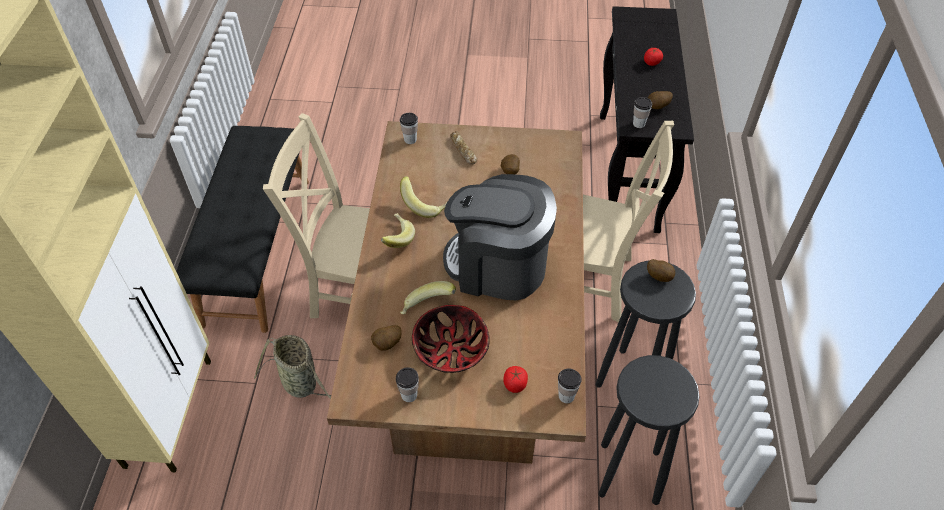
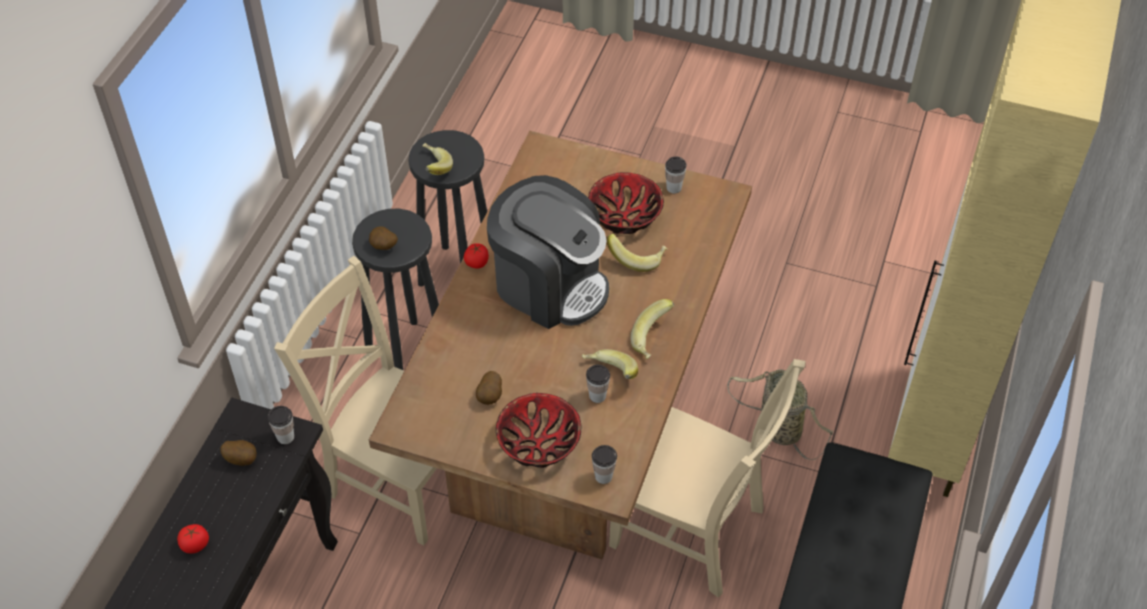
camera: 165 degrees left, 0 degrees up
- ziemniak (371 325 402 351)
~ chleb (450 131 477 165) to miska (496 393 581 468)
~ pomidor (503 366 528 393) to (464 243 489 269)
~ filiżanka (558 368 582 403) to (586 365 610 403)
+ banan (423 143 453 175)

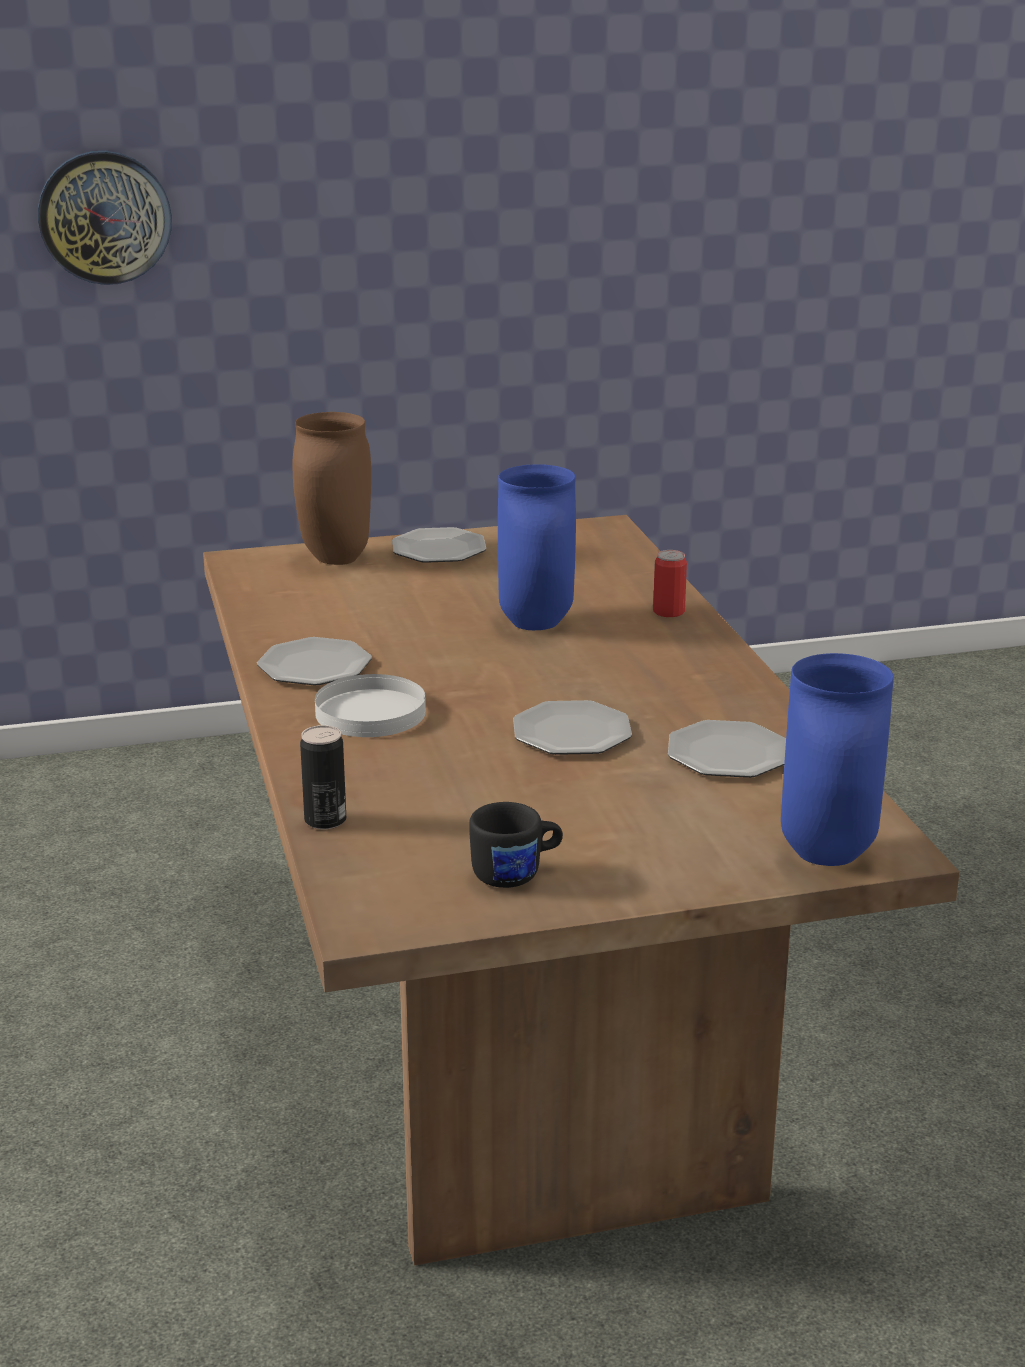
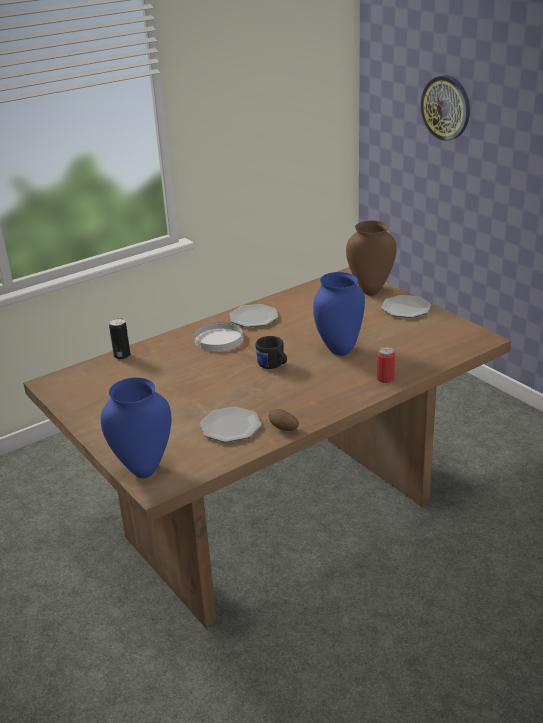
camera: 70 degrees right, 5 degrees up
~ kubek (czarny) (469 802 563 888) to (255 336 287 369)
- talerz (513 700 632 755)
+ ziemniak (268 409 299 431)

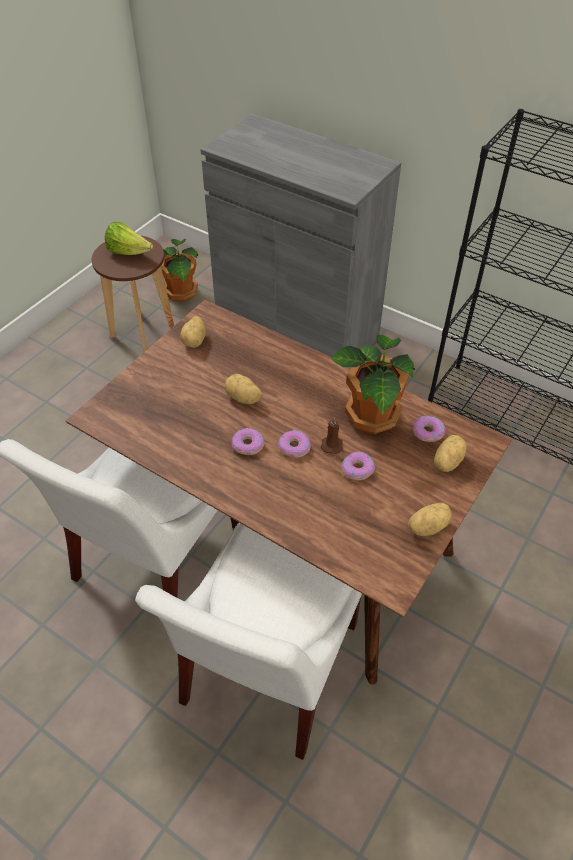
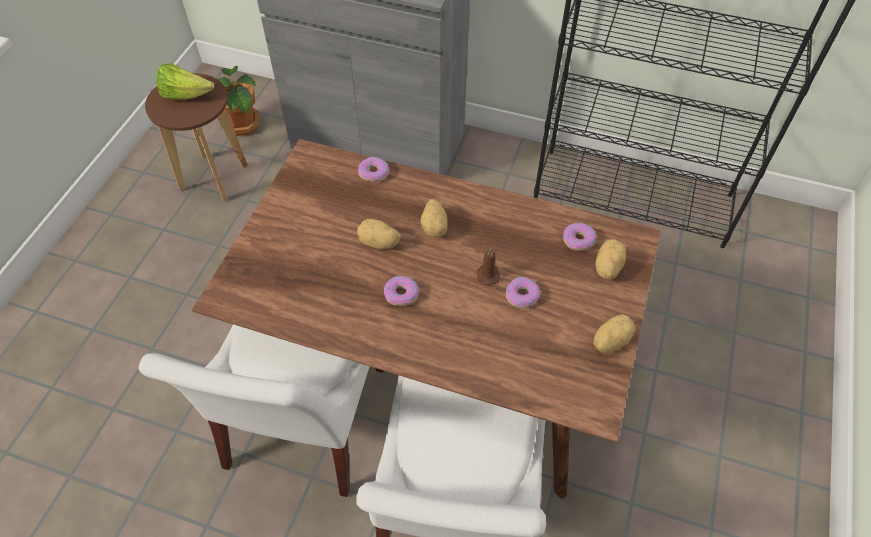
camera: 15 degrees left, 5 degrees up
~ ziemniak (180 316 206 348) to (420 199 447 237)
~ donut (278 430 311 458) to (358 157 389 182)
- roślina doniczkowa (330 335 415 434)

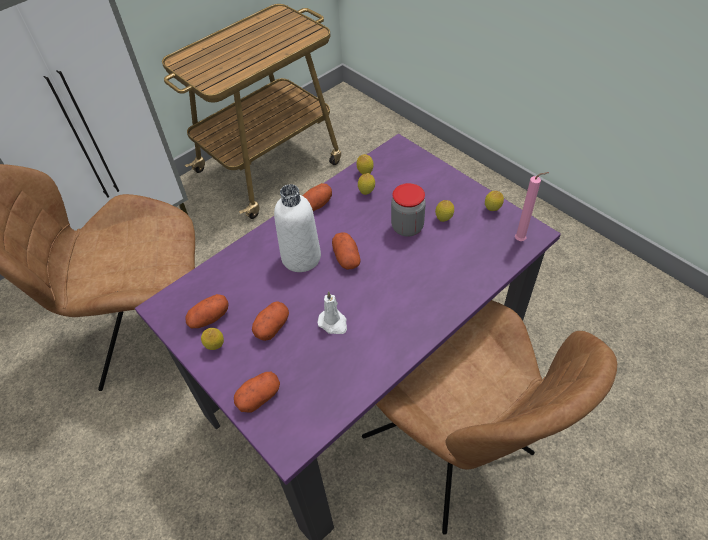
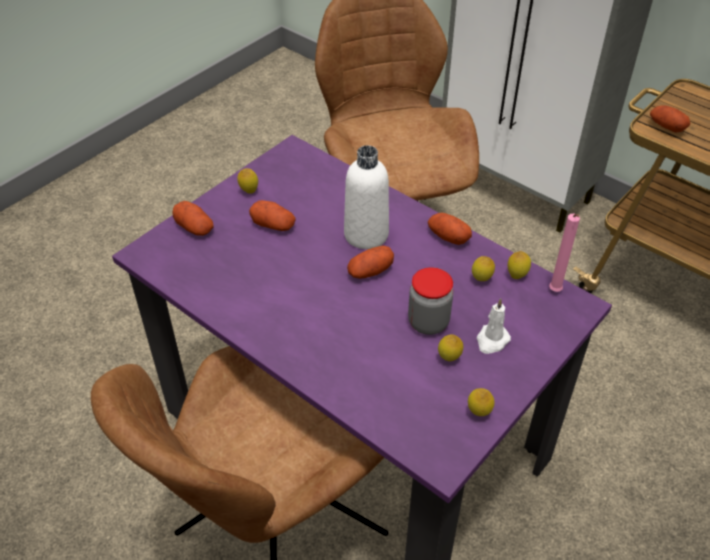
camera: 80 degrees right, 5 degrees down
~ ziemniak (185 294 229 328) to (650 105 690 132)
~ świeca (biały) (317 291 347 334) to (477 298 511 354)
~ świeca (różowy) (515 172 549 241) to (549 213 580 292)

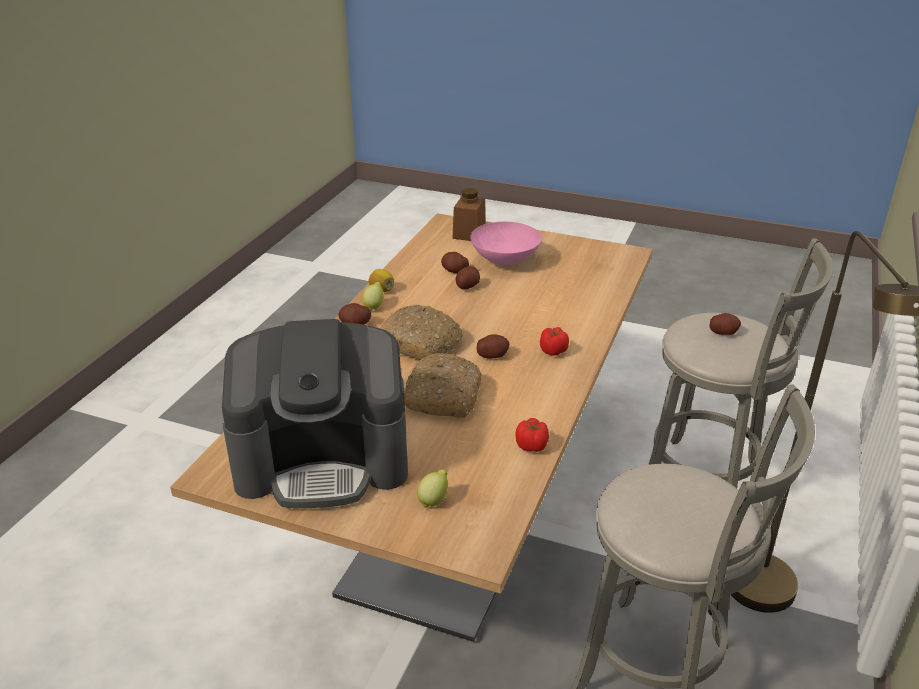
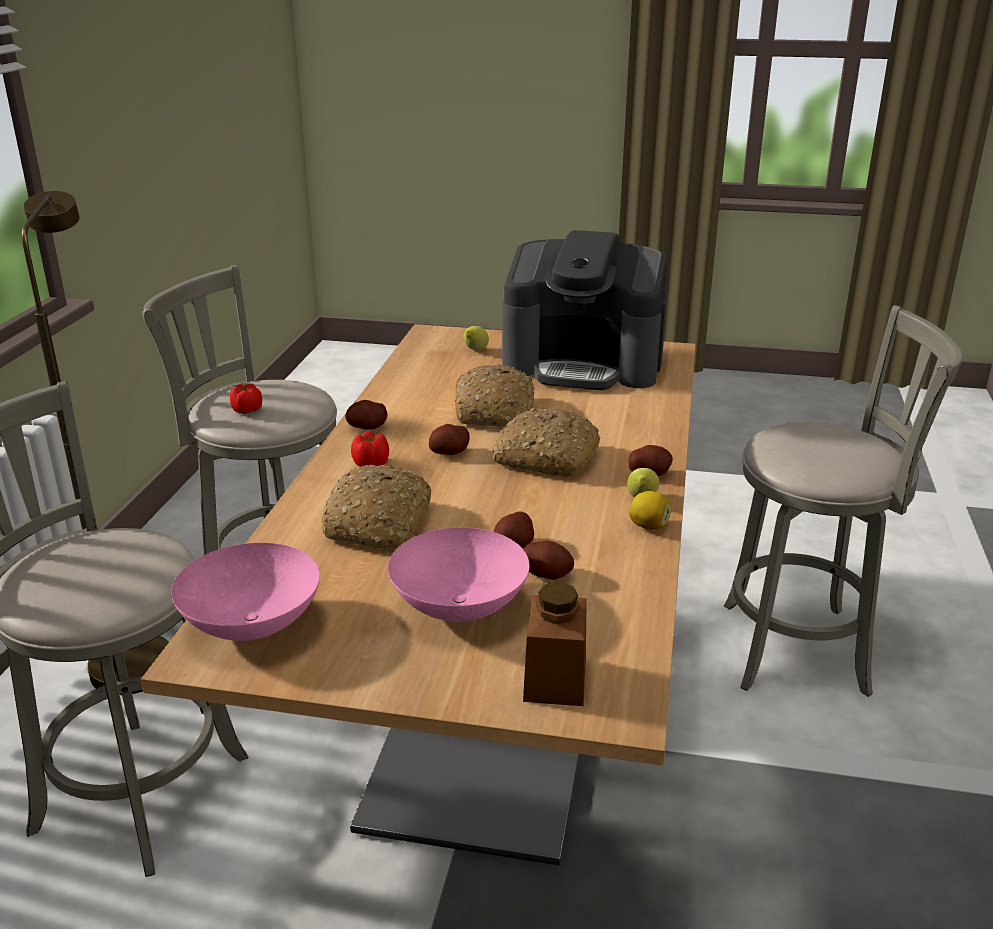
camera: 170 degrees right, 5 degrees down
~ ekspres do kawy (222 319 408 508) = (502 230 668 390) 150 degrees counterclockwise
~ pomidor (515 418 549 452) to (230 383 262 414)
~ ziemniak (710 313 741 335) to (345 400 387 430)
+ miska (różowy) (171 543 320 641)
+ chleb (322 465 431 549)
+ stołek (szary) (724 305 963 697)

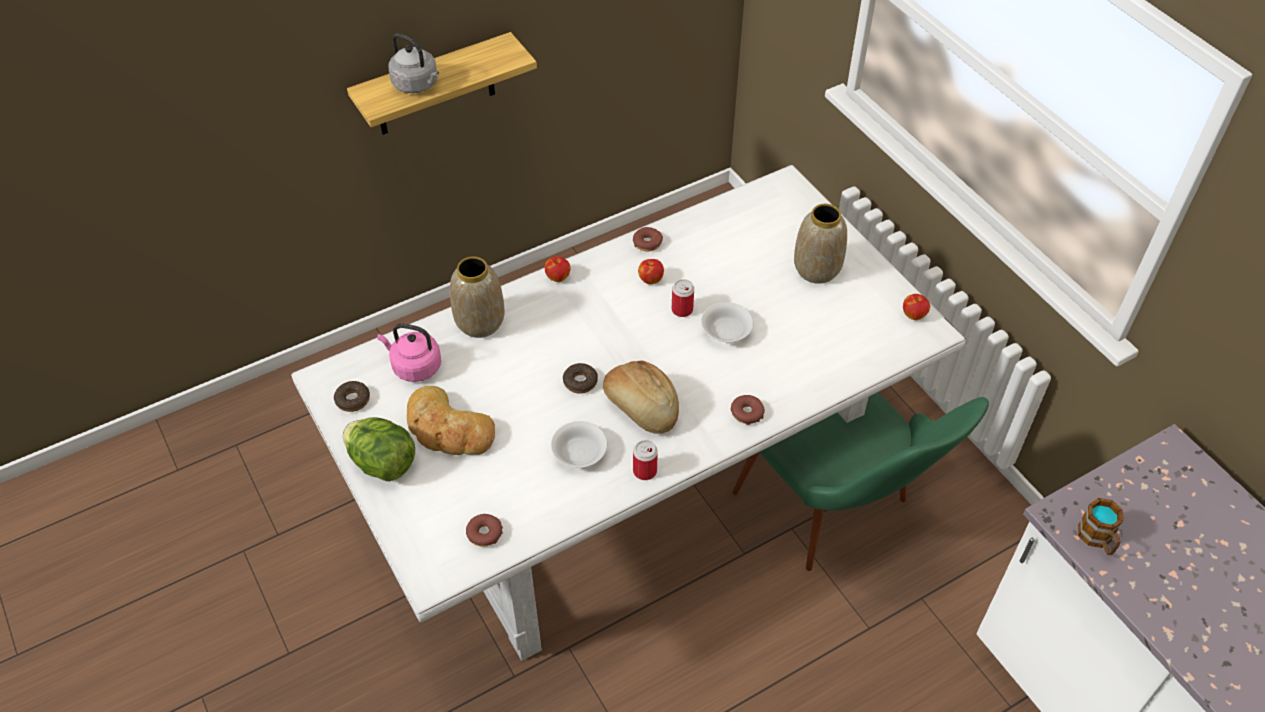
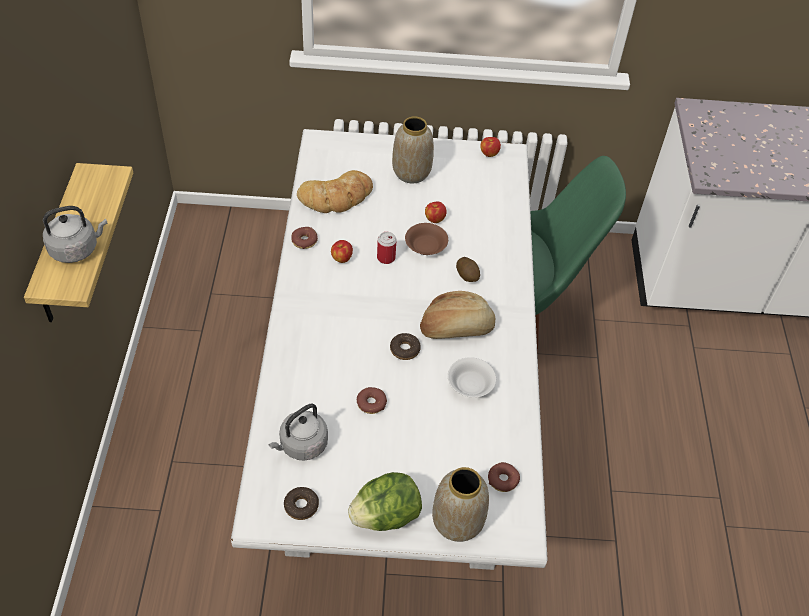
camera: 60 degrees left, 0 degrees up
~ czajnik (różowy) (377 323 441 382) to czajnik (szary) (268 403 328 461)
~ chleb (407 386 495 455) to (297 170 373 213)
~ wazon (450 256 504 338) to (432 467 489 542)
~ jabłko (545 256 571 282) to (425 202 446 223)
- puszka (633 440 658 480)
~ miska (biały) (701 302 753 342) to miska (brązowy) (405 223 448 255)
~ donut (731 395 765 425) to (357 387 387 414)
- kubek (1078 498 1123 555)
+ ziemniak (456 257 480 282)

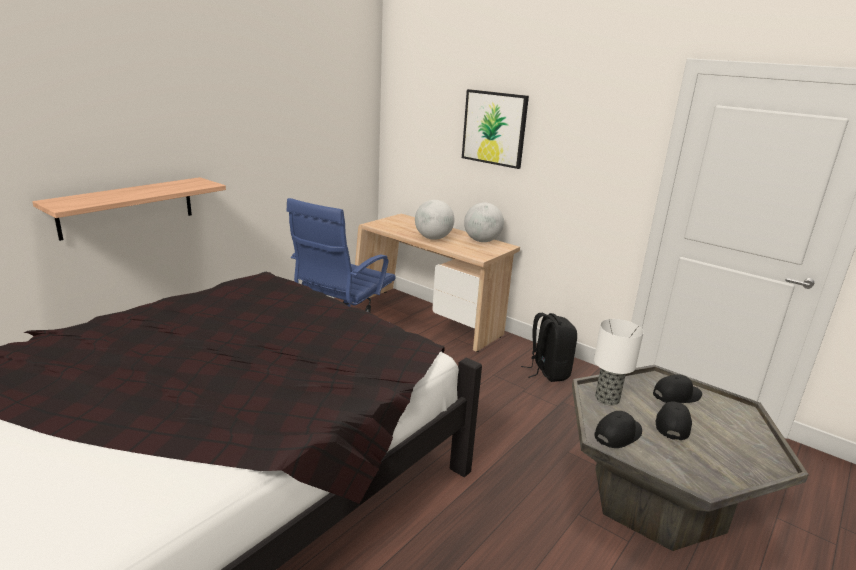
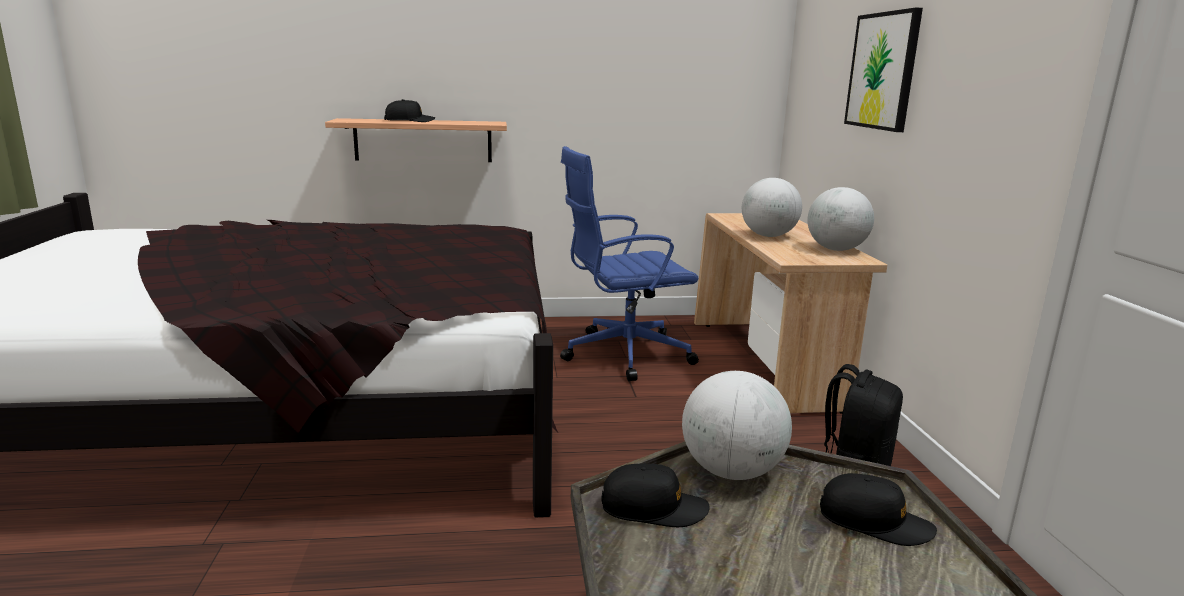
camera: 45 degrees right, 5 degrees down
~ lampa stołowa (594 319 644 406) to globus (682 371 792 480)
~ czapka z daszkiem (czarny) (656 401 692 440) to (384 99 435 122)

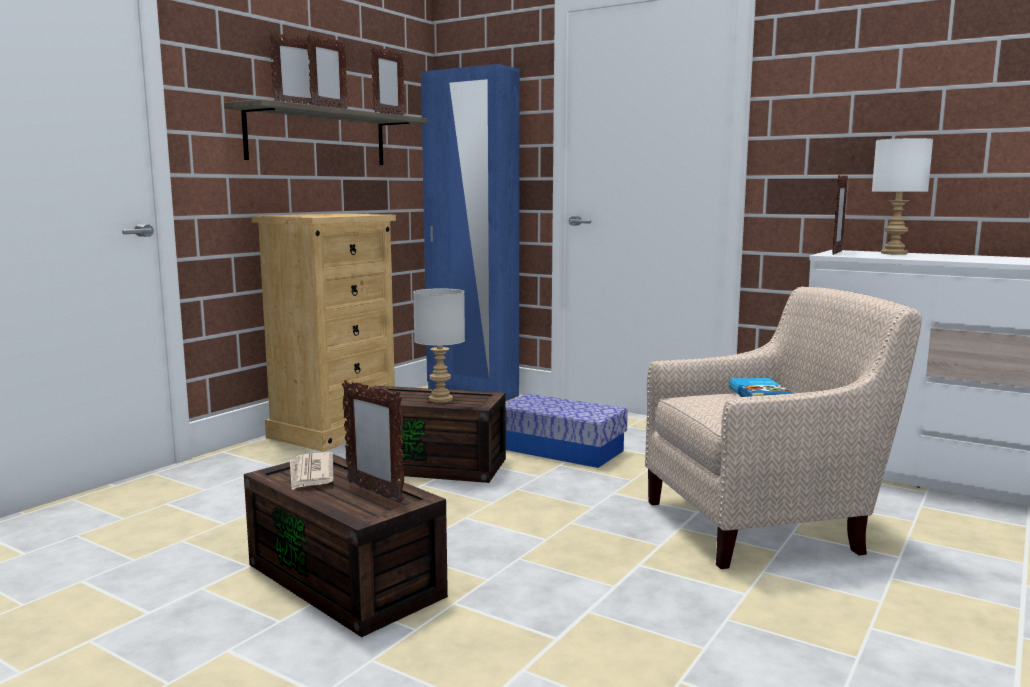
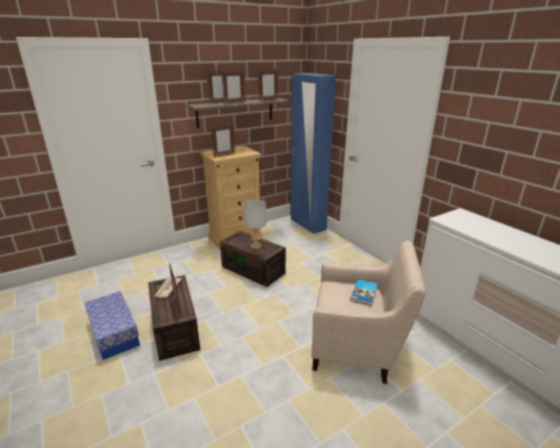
camera: 25 degrees right, 15 degrees up
~ pojemnik do przechowywania (506 394 628 468) to (85 291 140 360)
~ ramka na zdjęcie (832 175 848 255) to (211 123 235 157)
- lampa stołowa (biały) (872 138 933 255)

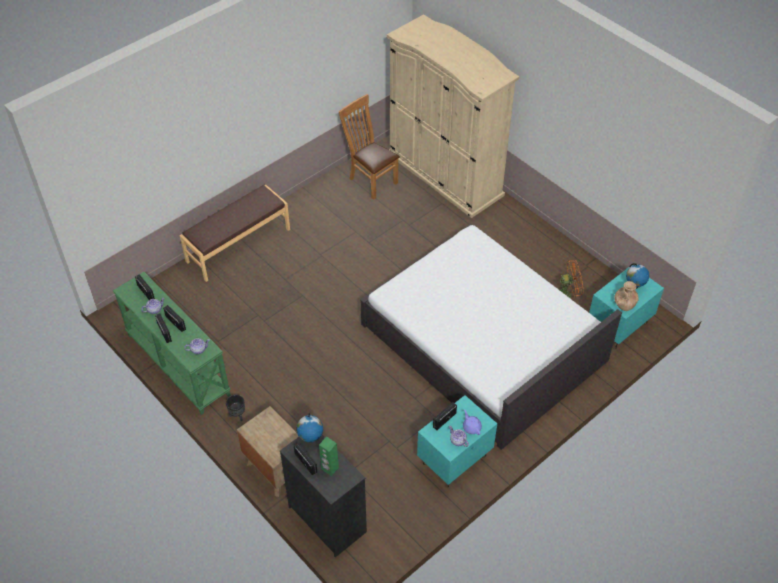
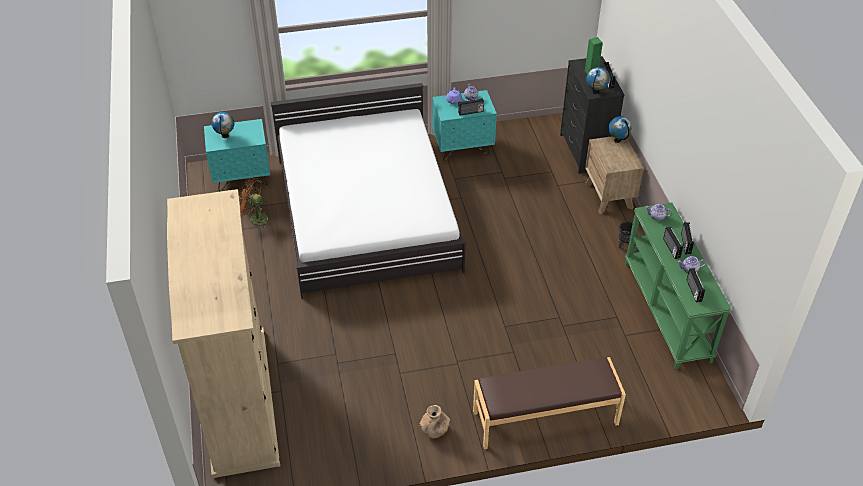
camera: 150 degrees left, 5 degrees down
- krzesło (brązowy) (339 94 400 200)
~ wazon (brązowy) (614 281 639 311) to (420 405 450 438)
+ globus (609 116 632 143)

